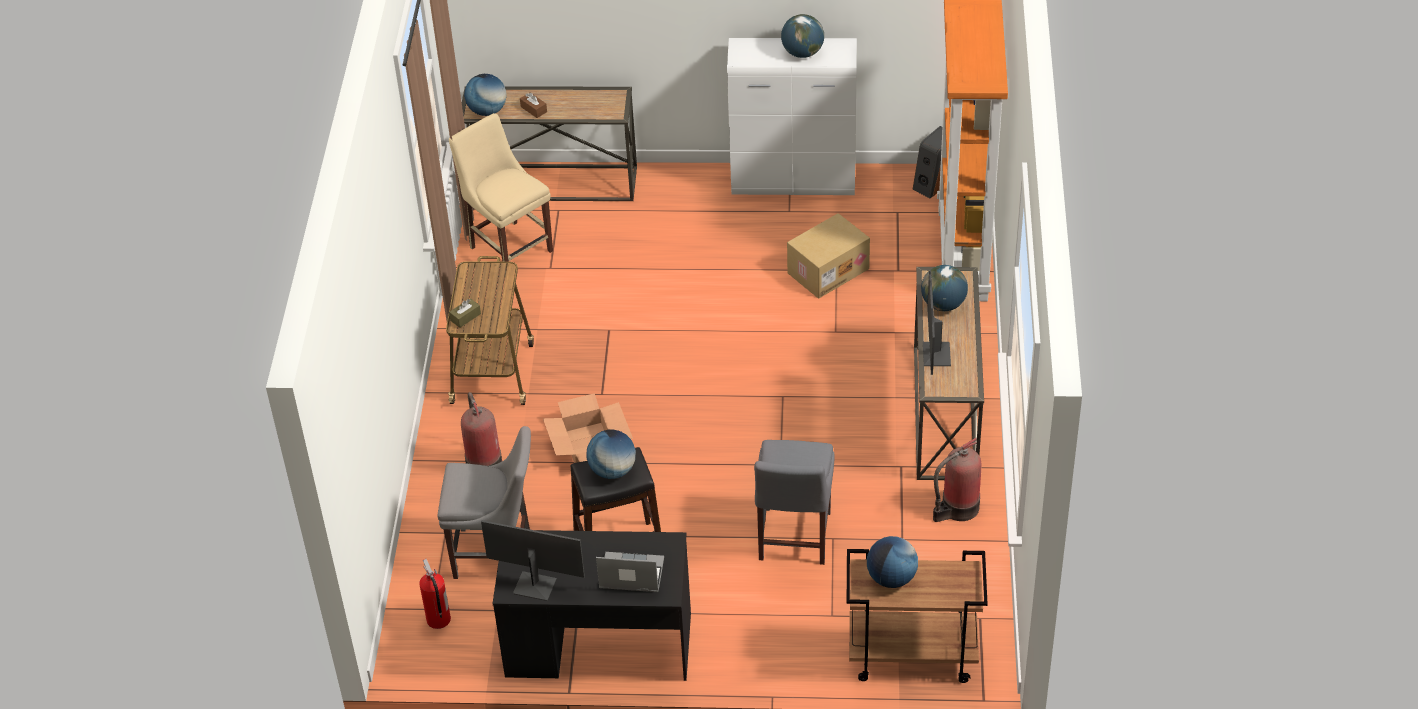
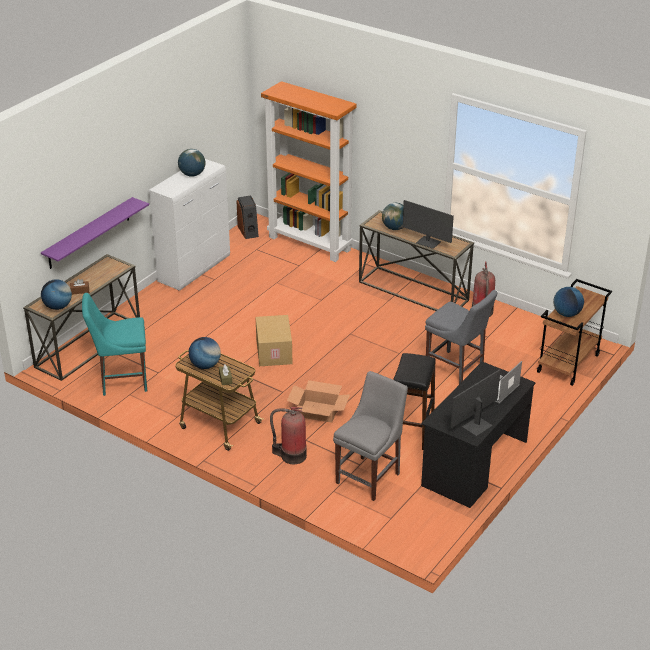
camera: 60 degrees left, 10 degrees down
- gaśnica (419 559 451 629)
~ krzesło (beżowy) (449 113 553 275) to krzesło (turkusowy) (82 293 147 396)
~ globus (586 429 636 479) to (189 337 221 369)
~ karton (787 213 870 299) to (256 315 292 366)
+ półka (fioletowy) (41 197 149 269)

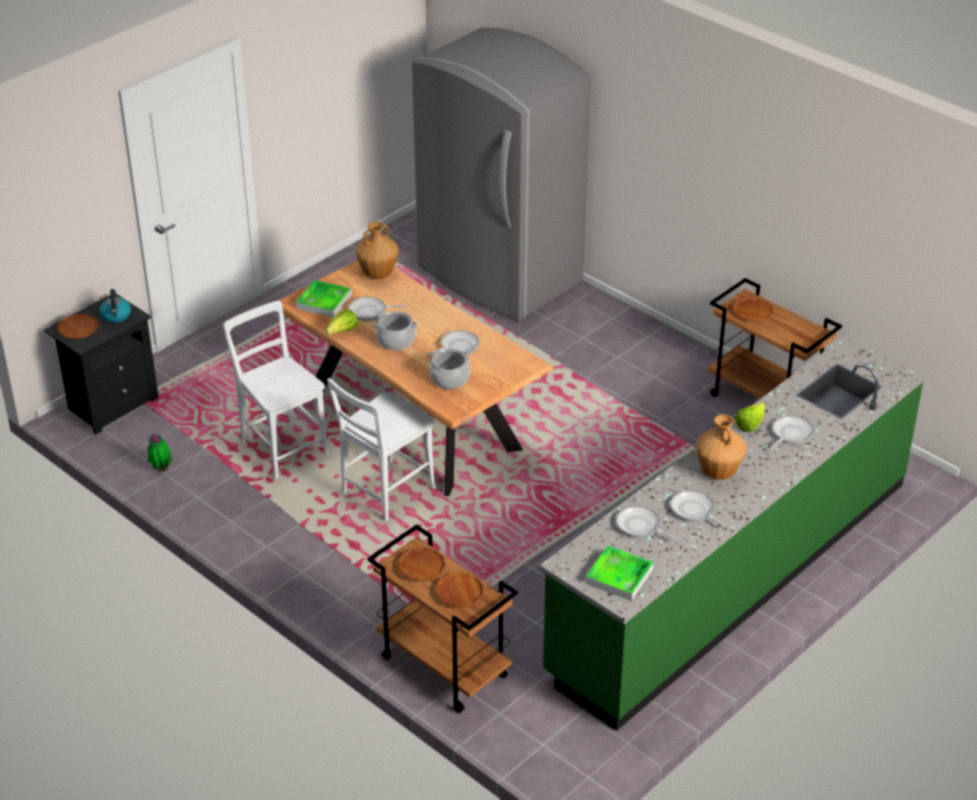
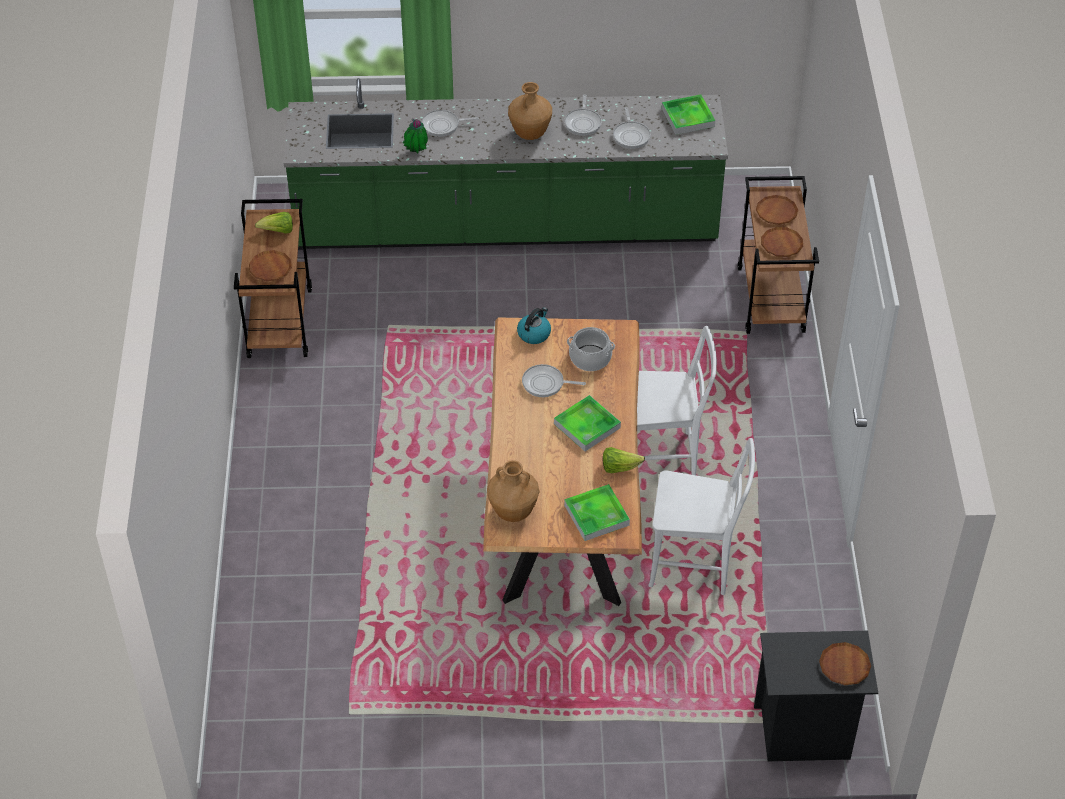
camera: 135 degrees left, 10 degrees up
~ czajnik (99 289 131 323) to (517 307 551 344)
~ roślina doniczkowa (148 434 173 471) to (403 118 428 153)
~ krzesło (biały) (223 301 329 479) = (648 438 755 595) 90 degrees counterclockwise
- patelnia (348 297 406 321)
~ garnek (373 311 418 350) to taca (554 395 621 452)
- lodówka (szary) (412 28 591 321)
~ sałata (734 402 765 432) to (255 212 293 234)

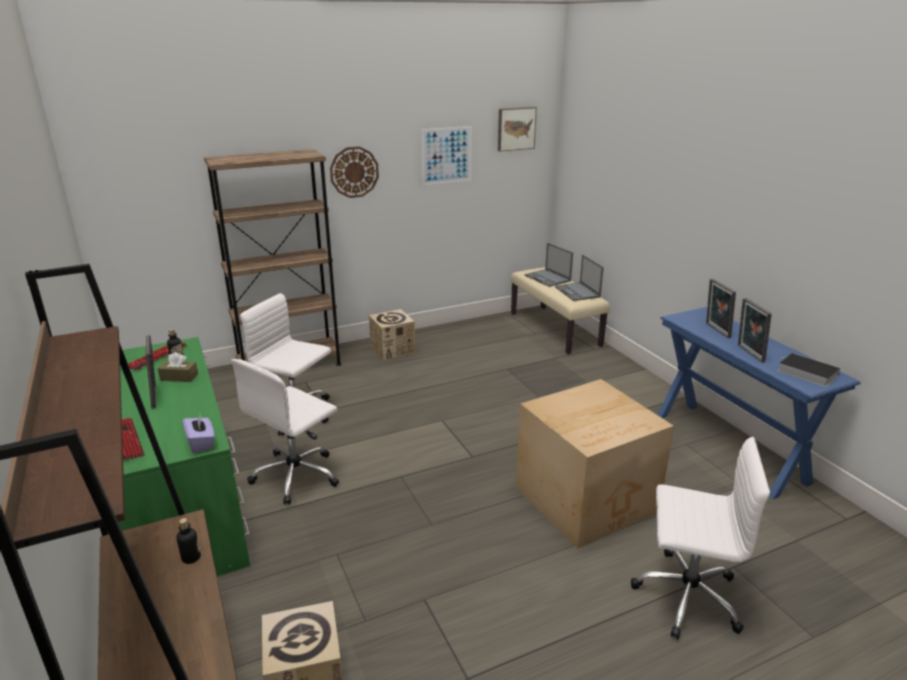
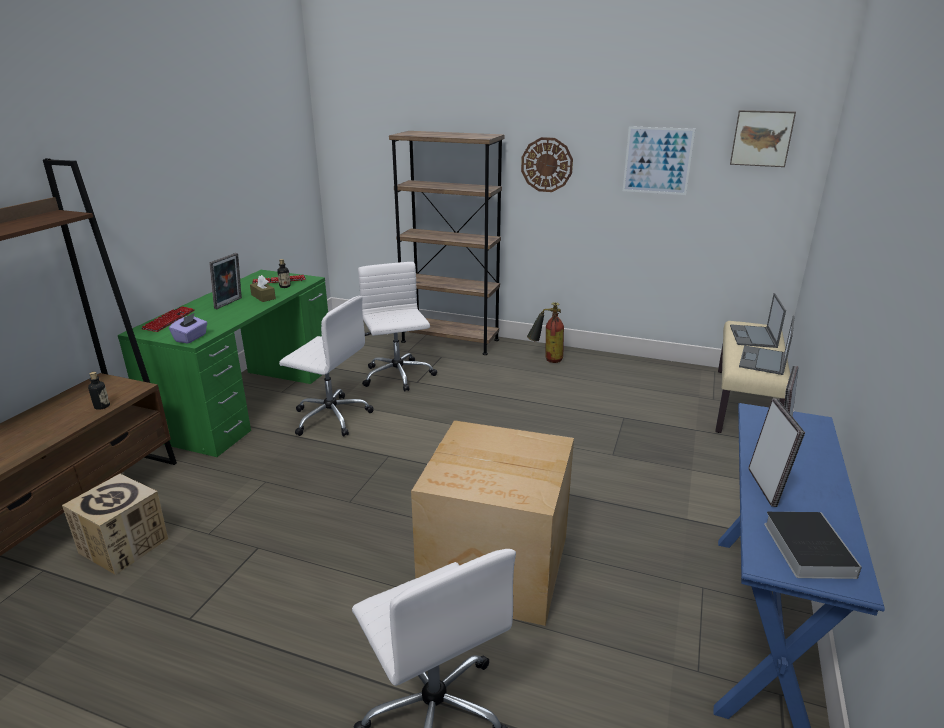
camera: 45 degrees right, 0 degrees up
~ krzesło biurowe (biały) (231 359 339 504) = (279 296 374 437) 150 degrees counterclockwise
~ karton (369 309 415 360) to gaśnica (527 302 564 363)
~ ramka na zdjęcie (738 298 772 363) = (748 398 805 507) 150 degrees clockwise

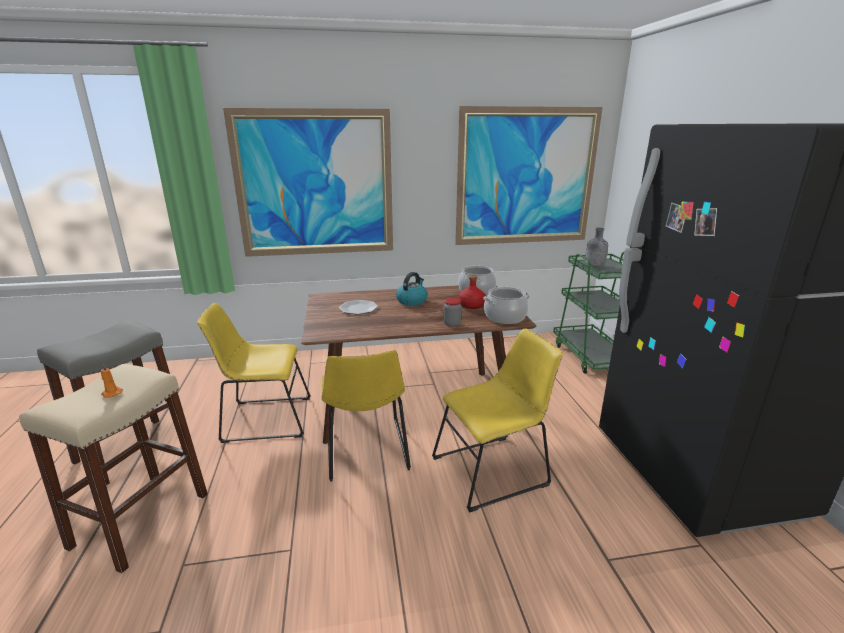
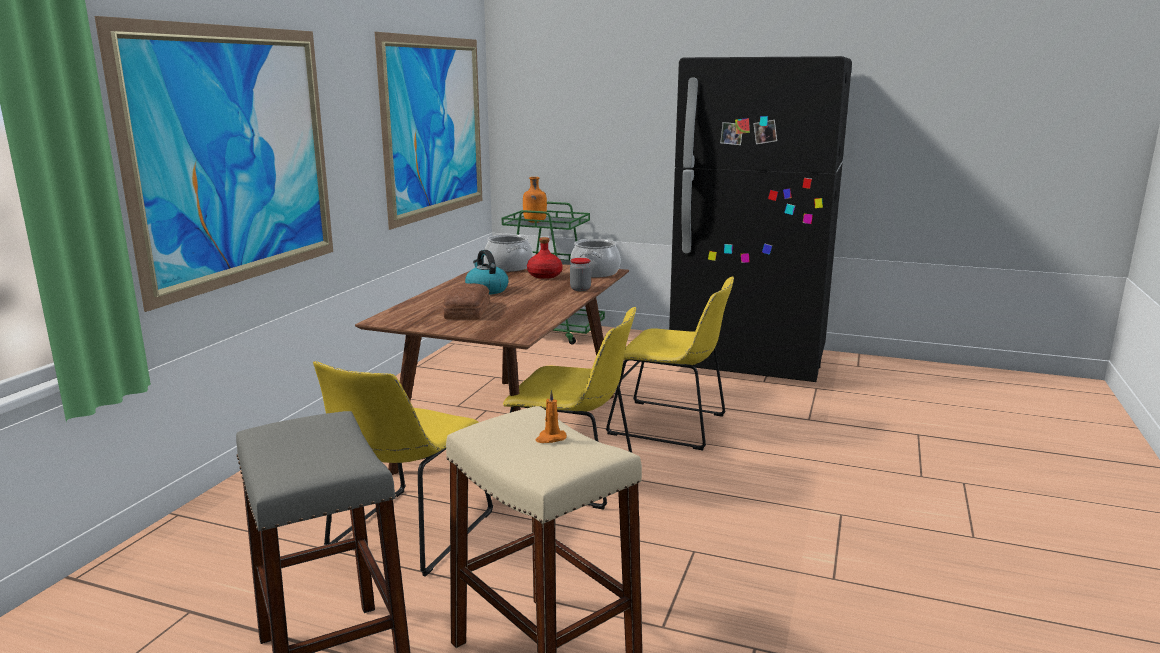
camera: 60 degrees left, 5 degrees down
~ talerz (339 300 378 314) to chleb (443 283 490 320)
~ krzesło (żółty) (432 328 563 513) = (606 276 734 450) 105 degrees clockwise
~ butelka (szary) (585 228 608 267) to butelka (pomarańczowy) (523 177 547 223)

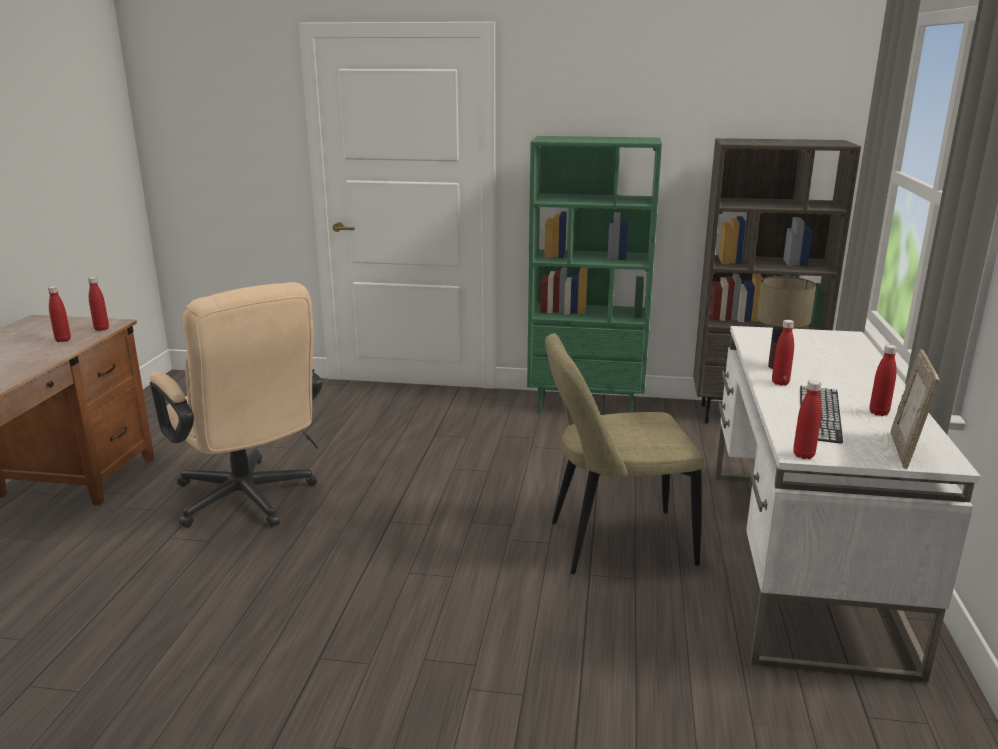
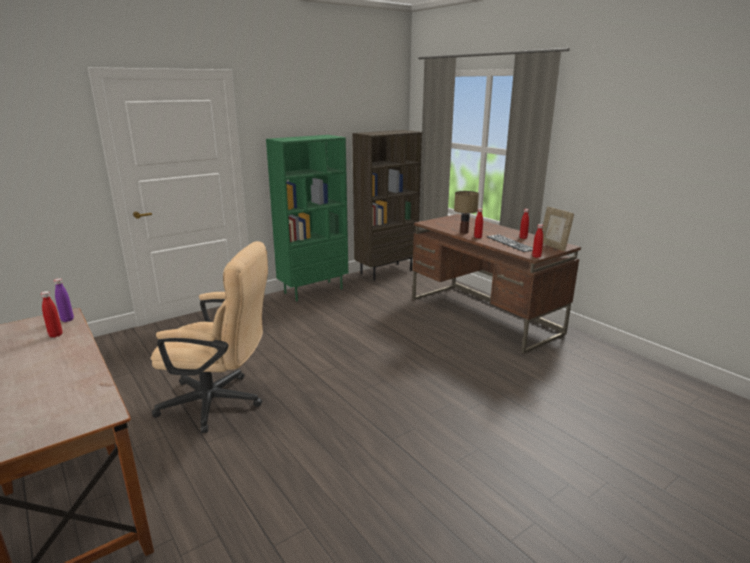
camera: 45 degrees left, 0 degrees up
~ butelka (czerwony) (88 277 109 331) to butelka (fioletowy) (54 278 74 322)
- krzesło (beżowy) (545 333 703 574)
~ biurko (biały) (715 326 981 683) to biurko (brązowy) (413 214 581 354)

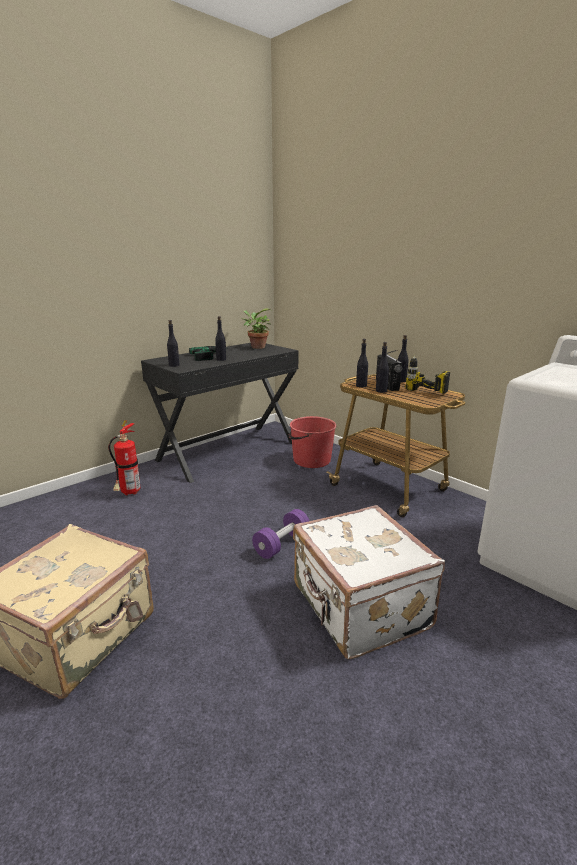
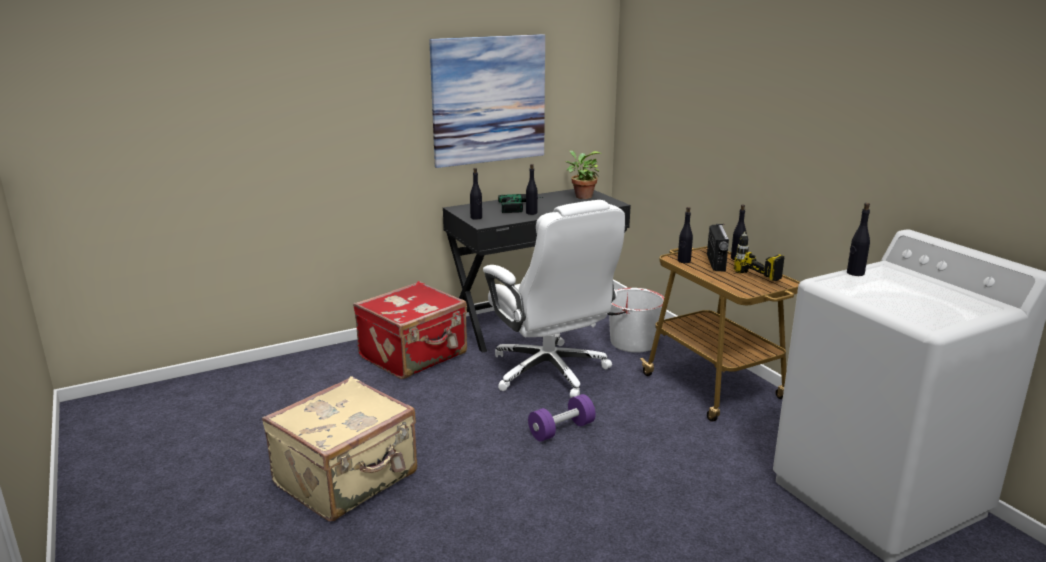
camera: 15 degrees right, 0 degrees up
~ gaśnica (108 420 140 495) to walizka (czerwony) (353 281 467 379)
~ wiadro (czerwony) (289 416 336 468) to wiadro (biały) (608 288 664 353)
- walizka (biały) (293 505 445 659)
~ butelka (czarny) (376 342 389 393) to (847 203 870 276)
+ obraz (429 34 545 168)
+ krzesło biurowe (biały) (483 200 625 398)

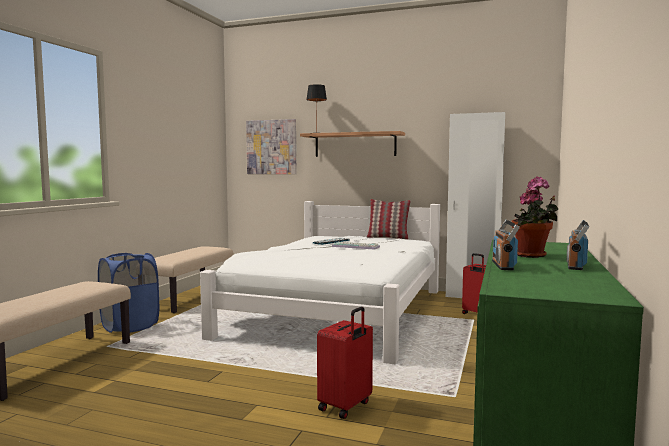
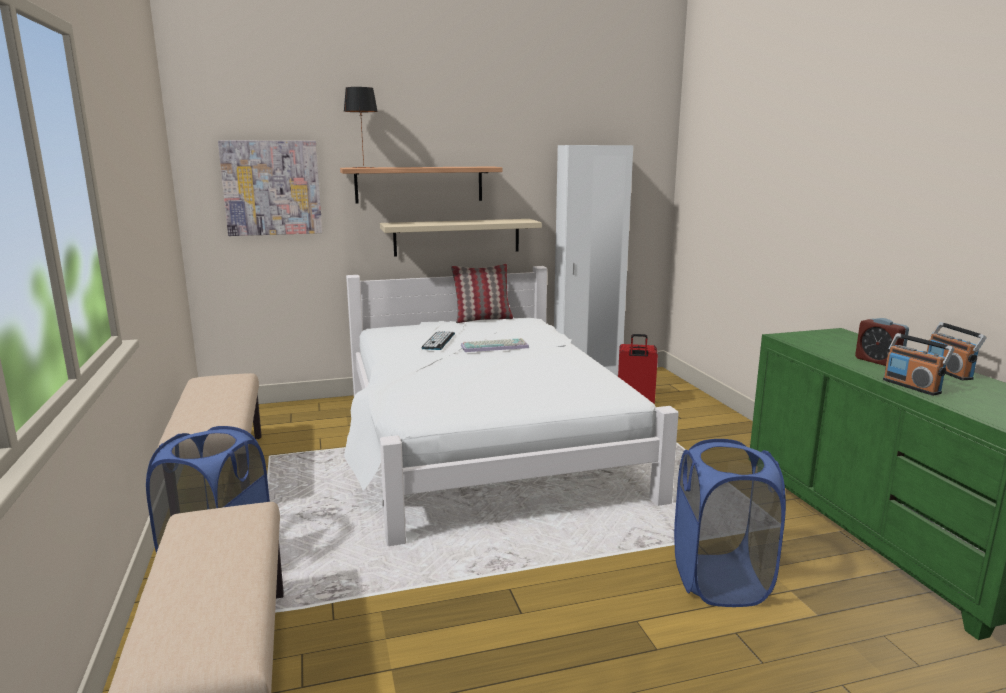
camera: 35 degrees left, 10 degrees up
~ walizka (czerwony) (317 307 373 419) to kosz na pranie (niebieski) (674 439 786 607)
~ roślina doniczkowa (511 176 558 258) to budzik (855 318 909 366)
+ półka (beżowy) (380 219 542 257)

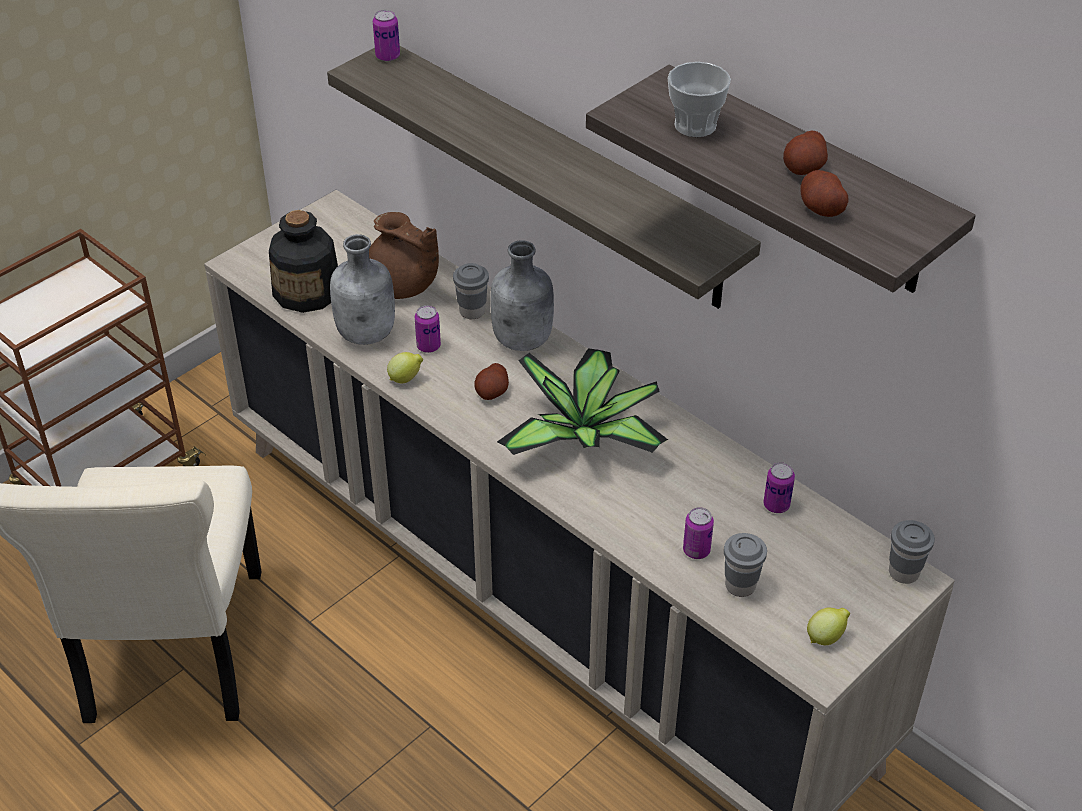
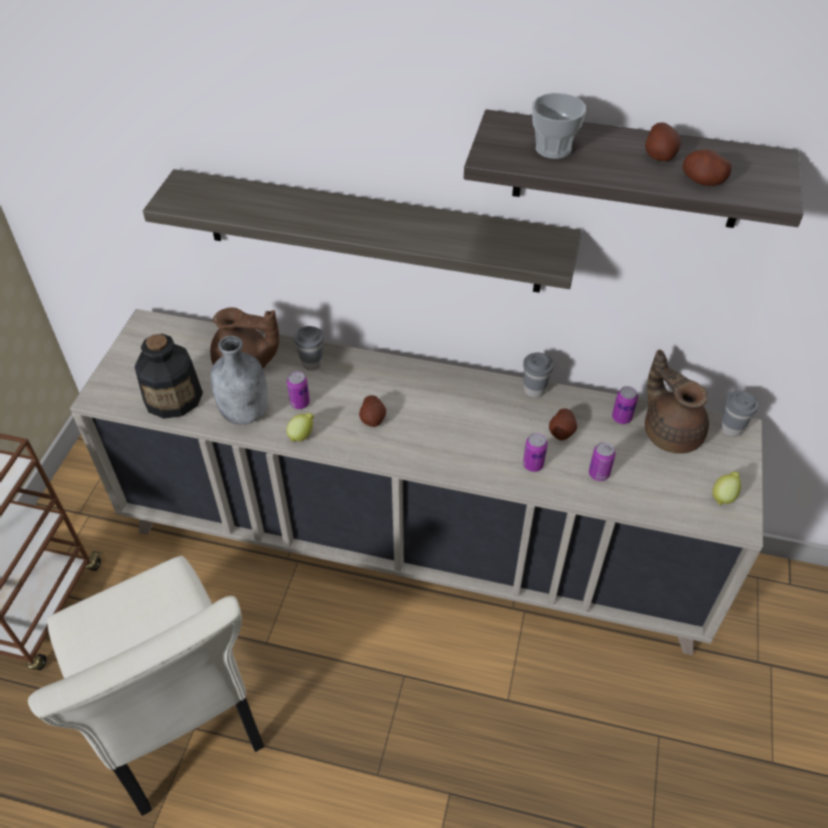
camera: 30 degrees left, 5 degrees up
~ puszka (373 10 400 62) to (523 433 548 472)
- butelka (szary) (490 240 554 351)
- roślina doniczkowa (497 348 668 455)
~ filiżanka (szary) (724 533 767 597) to (523 353 554 398)
+ ziemniak (549 408 577 440)
+ imbryk (brązowy) (645 349 709 454)

